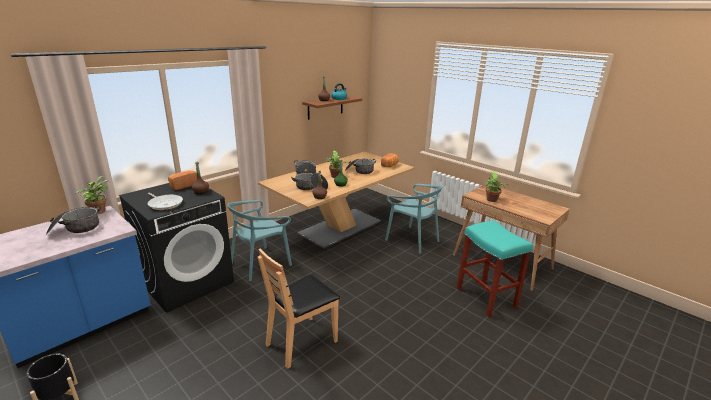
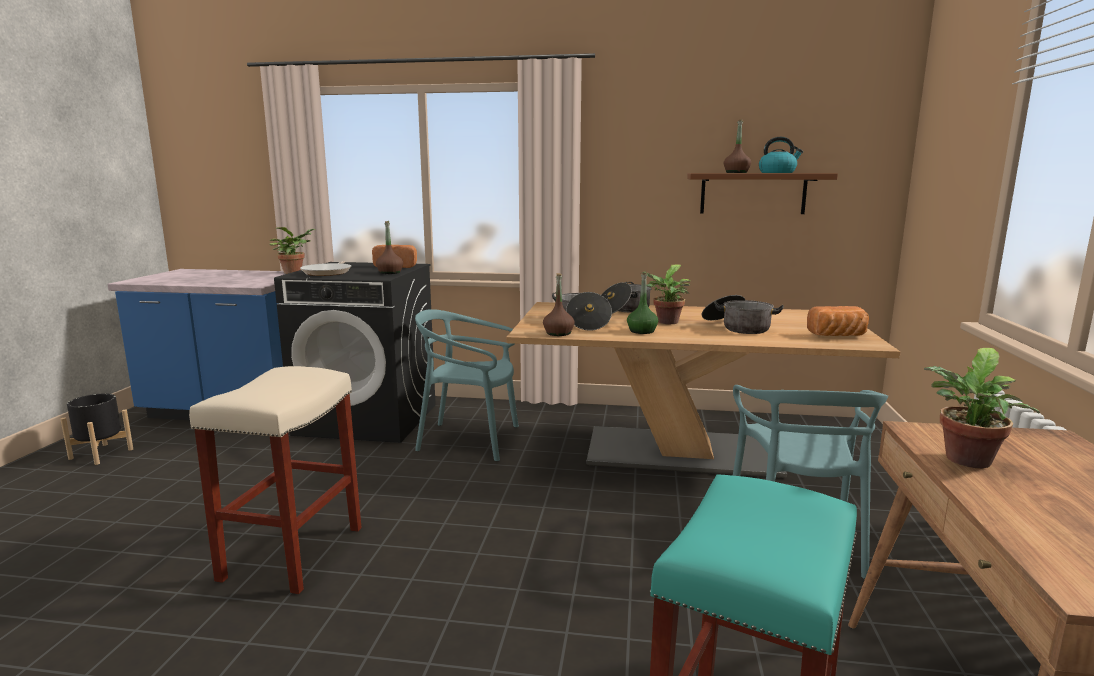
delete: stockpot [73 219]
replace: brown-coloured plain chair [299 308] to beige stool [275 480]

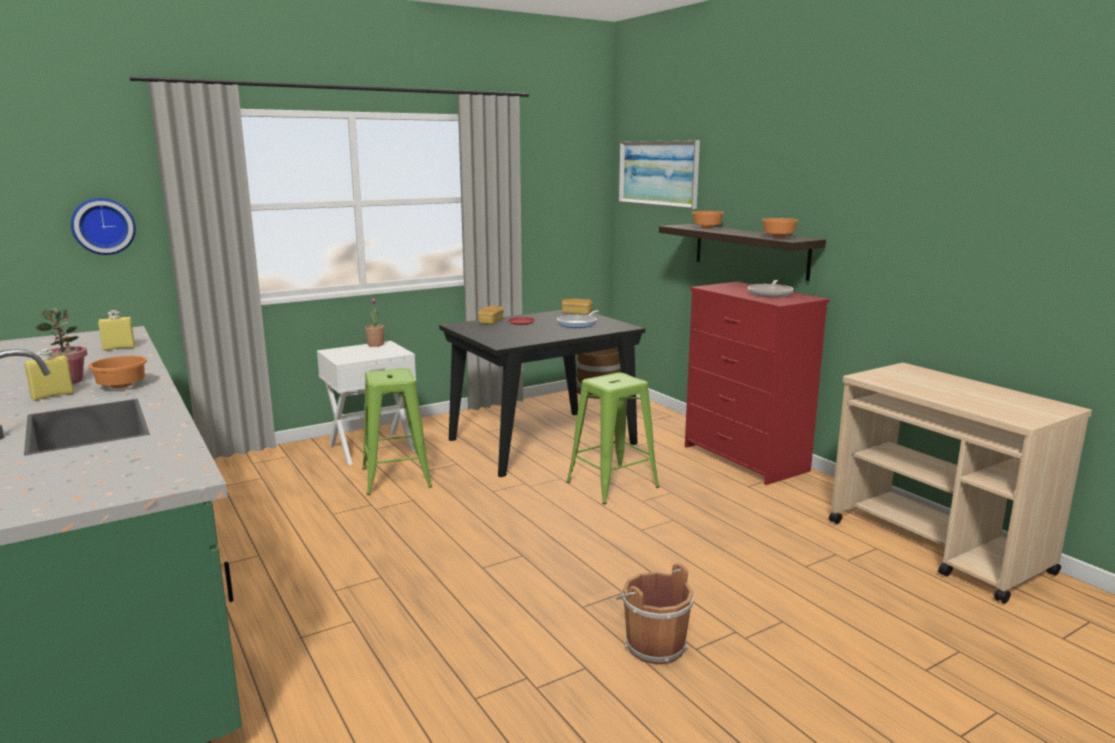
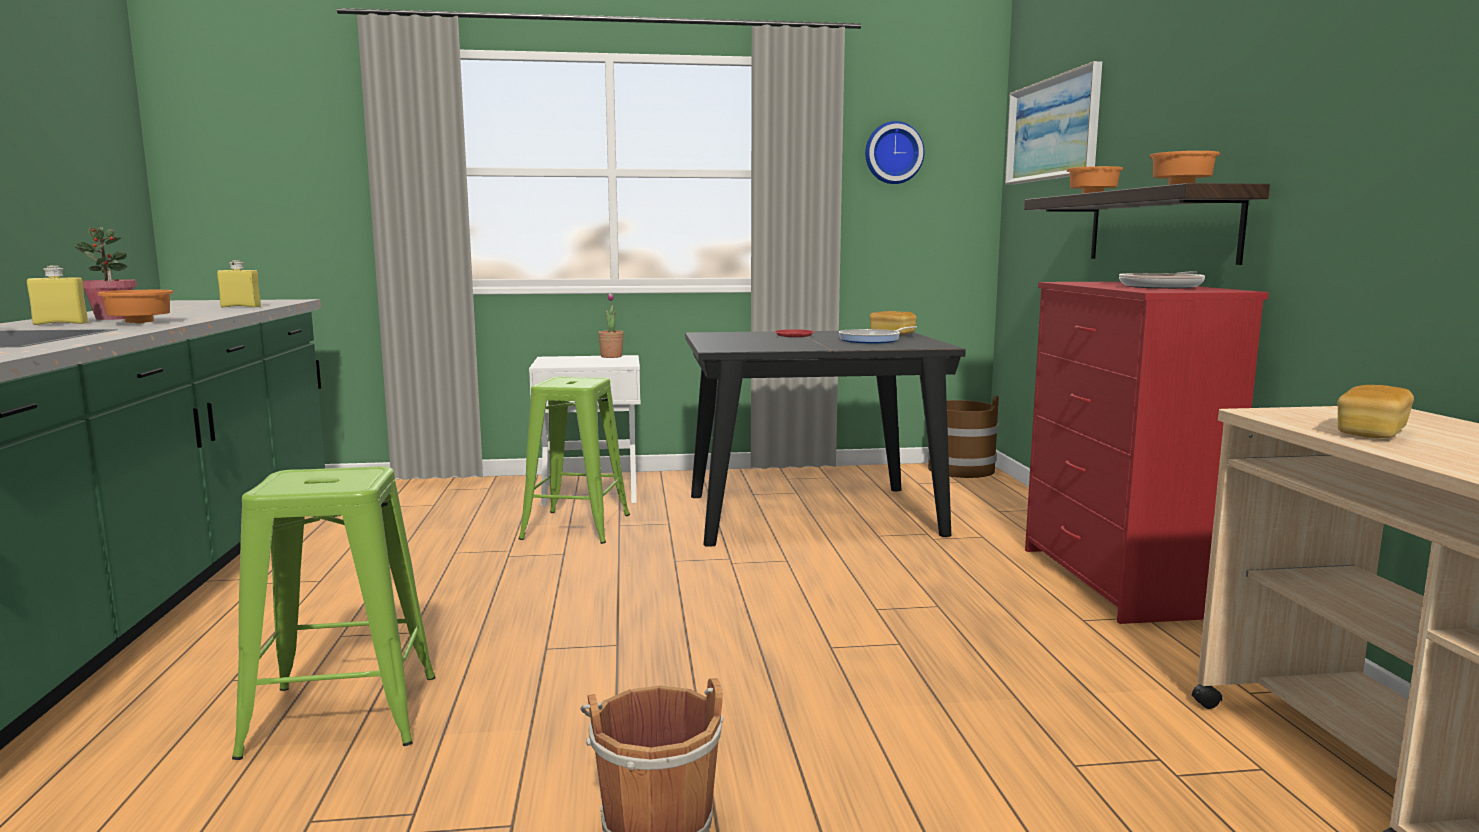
move: hanging clock [103 226] to [894 152]; baked bread [491 315] to [1375 411]; greenish stool [613 438] to [333 613]

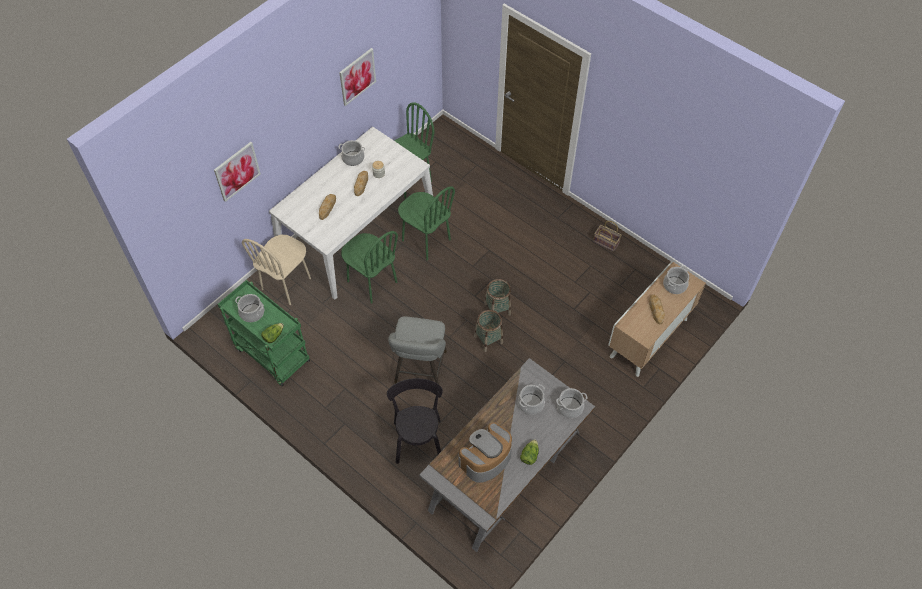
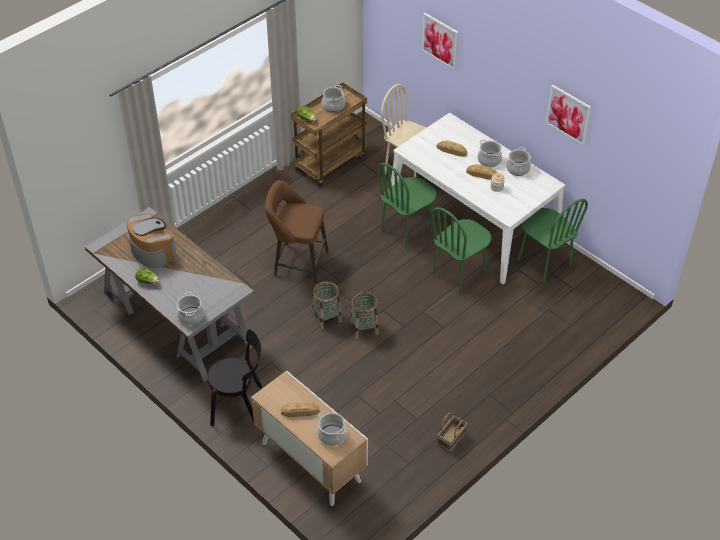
move: black-coloured plain chair [415 421] to [235 377]; stockpot [531 399] to [489 153]
recolor: greenish wheeled cart [264 333] to brown-coloured wheeled cart [329 135]; gray stool [417 350] to brown-coloured stool [296 232]

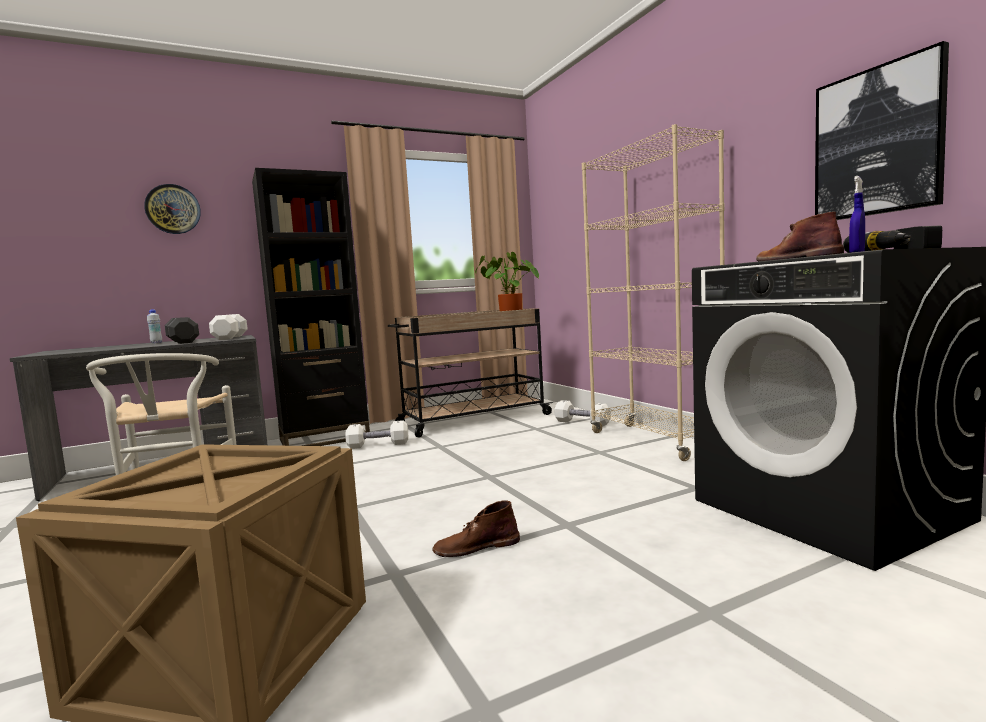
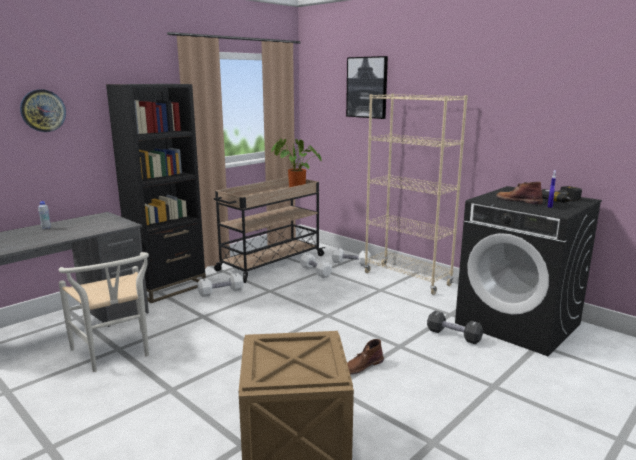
move: black-coloured free weight [182 330] to [455 327]; white-coloured free weight [228 327] to [316 265]; wall picture [882 130] to [367 87]

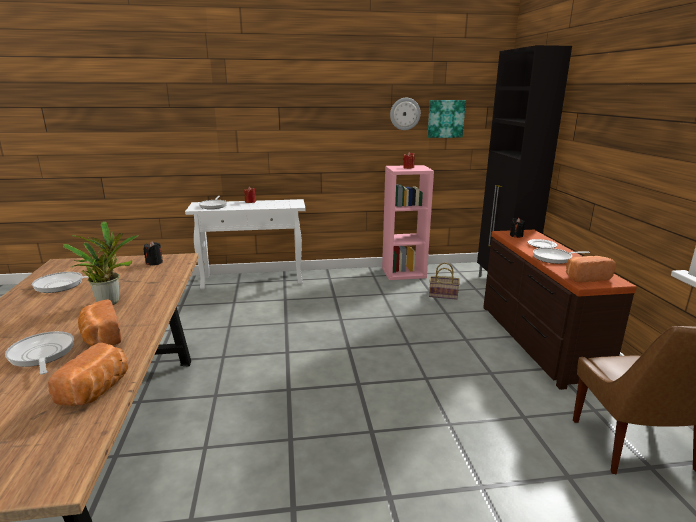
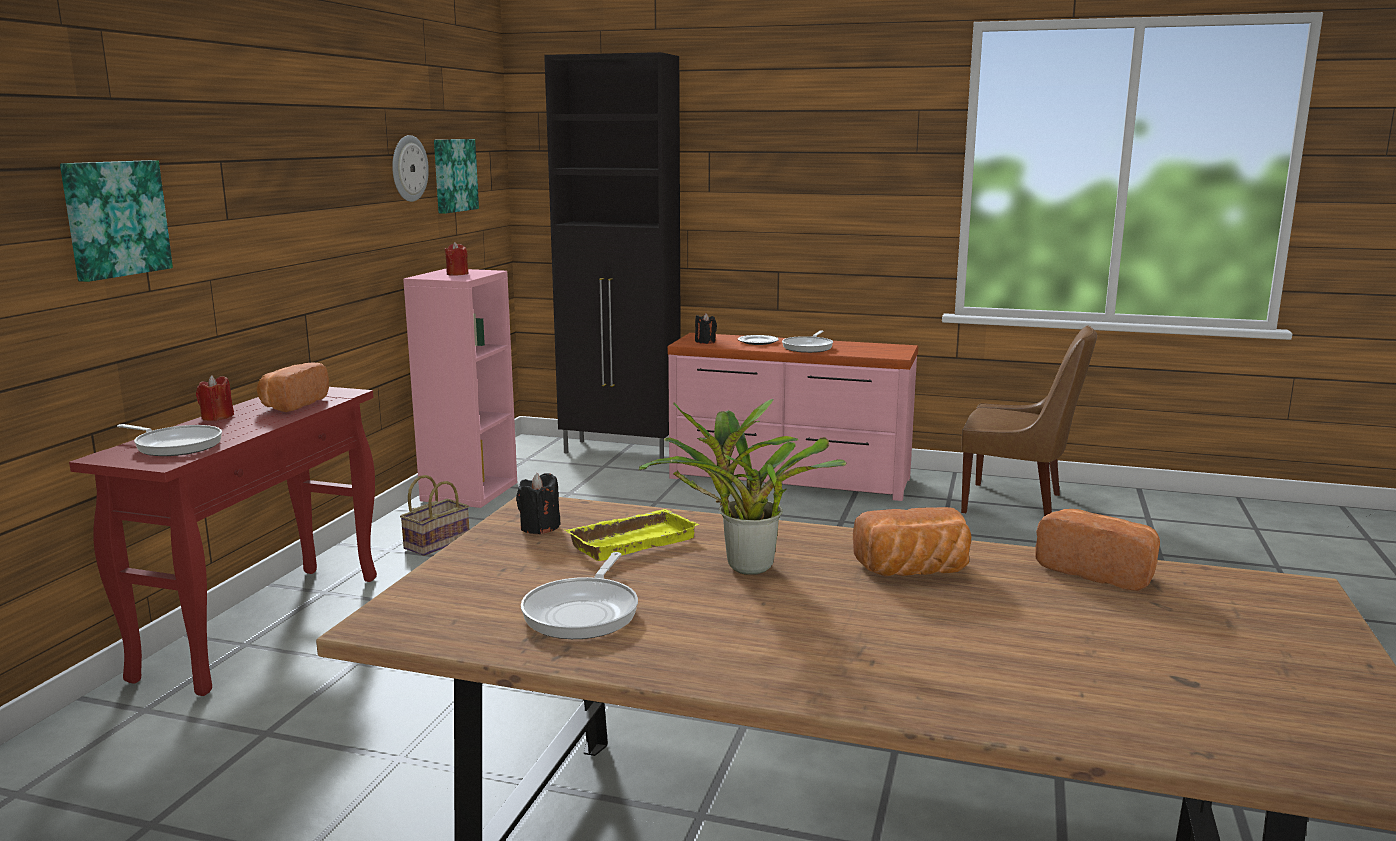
delete: pan [39 353]
insert: wall picture [116 221]; yellow-coloured tray [632 535]
move: storage basket [444 281] to [434 515]; baked bread [591 269] to [293 387]
recolor: white-coloured narrow table [245 244] to red narrow table [223 541]; brown-coloured dresser [560 310] to pinkish dresser [792 417]

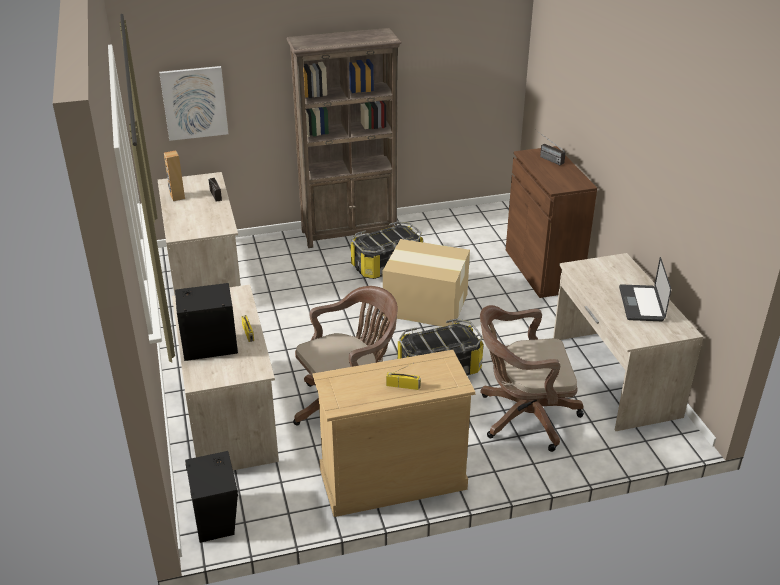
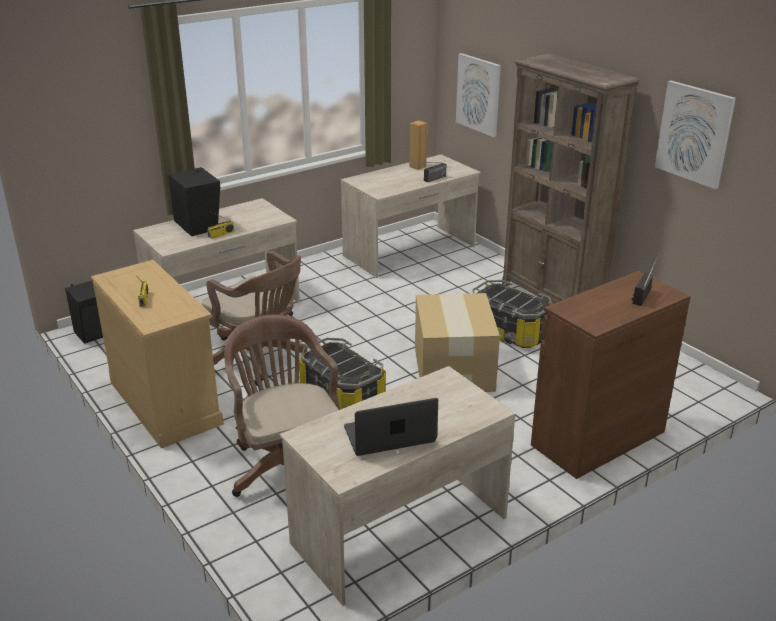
insert: wall picture [695 135]

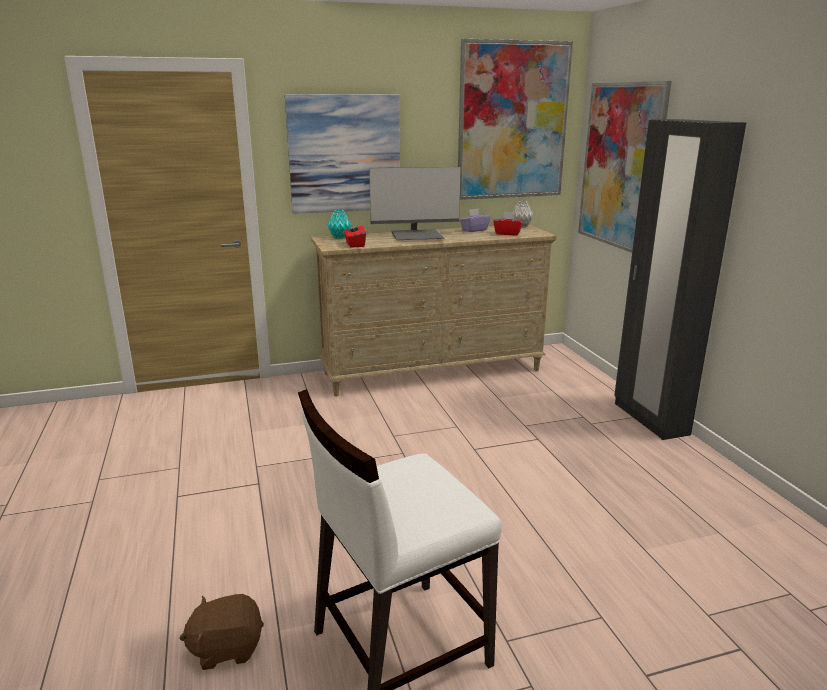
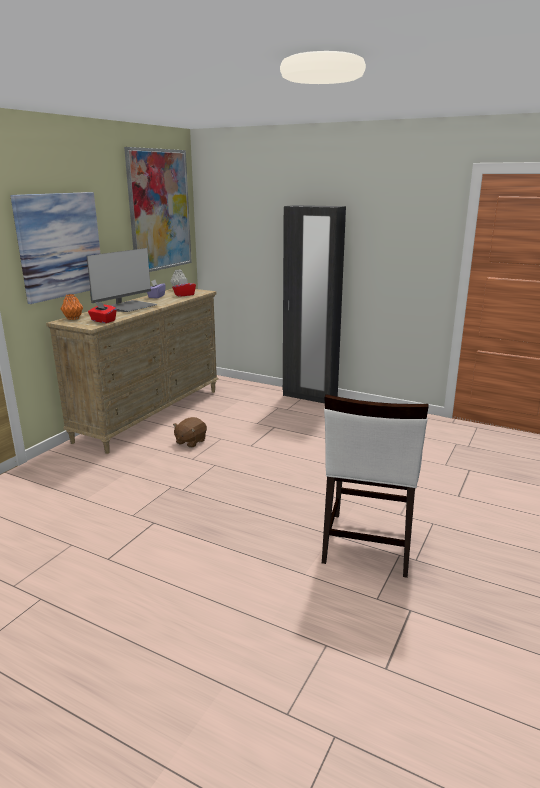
delete: wall picture [625 167]
move: brown-coloured cuddly toy [221 632] to [190 432]
recolor: blue-green decorative vase [339 224] to orangey decorative vase [72 307]

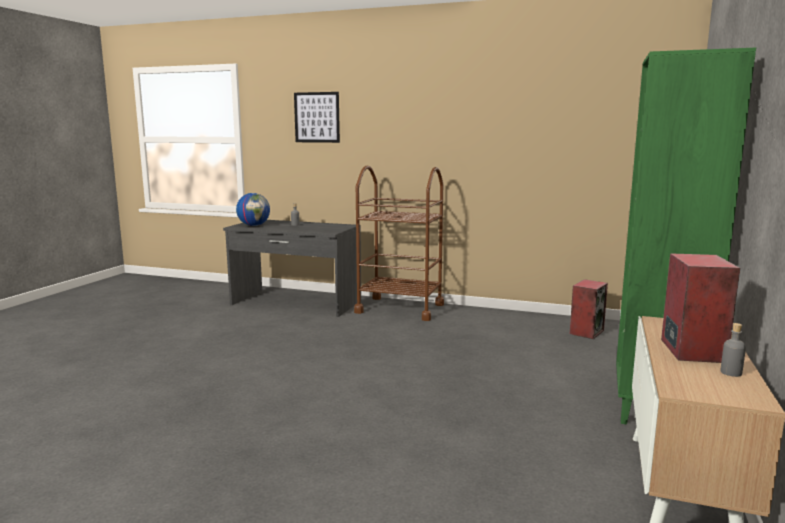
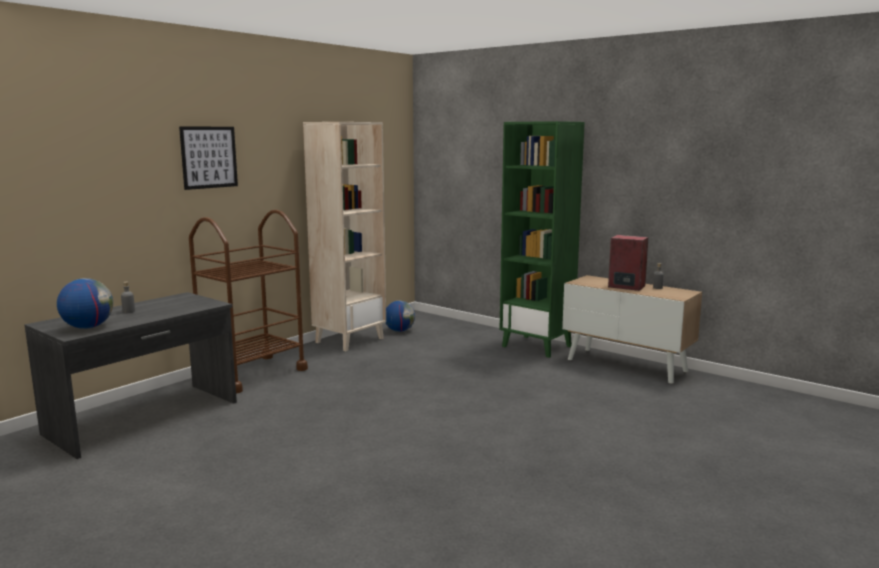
insert: beige shelving unit [344 236]
move: wall picture [317 117] to [208 158]
replace: audio speaker [589 309] to world globe [400 316]

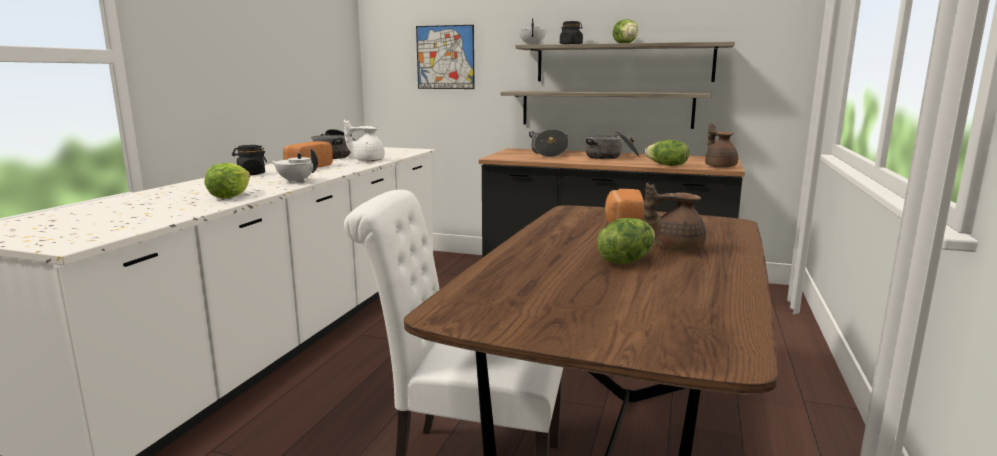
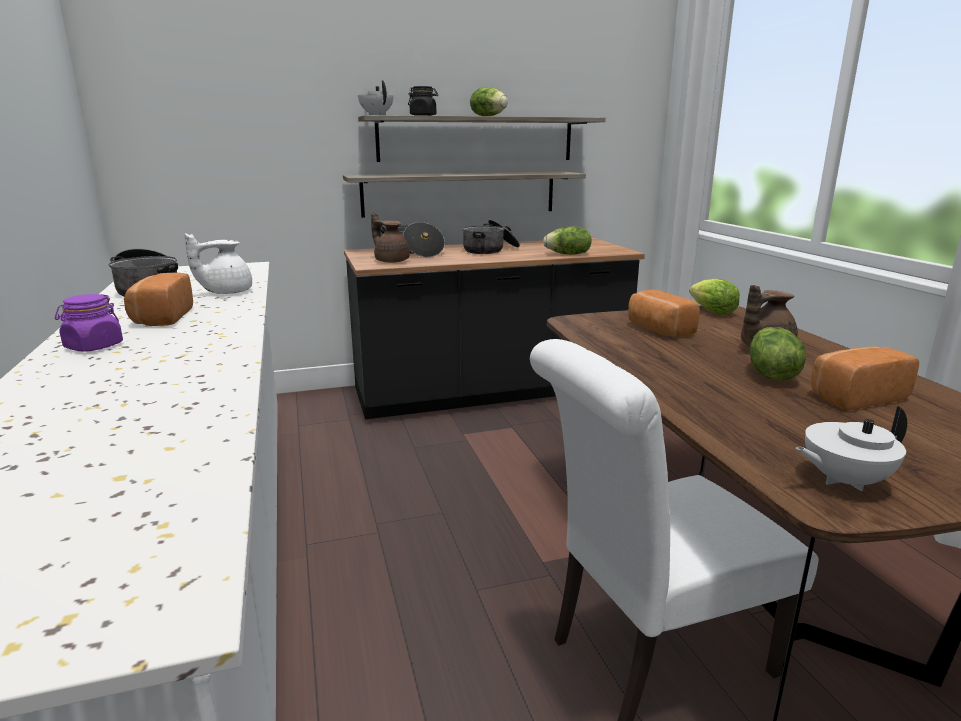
delete: wall picture [445 57]
insert: baked bread [865 378]
move: lettuce [227 181] to [714 297]; white-coloured teapot [294 166] to [851 448]; brown-coloured teapot [721 145] to [390 237]
recolor: black-coloured jar [249 160] to purple-coloured jar [89 323]

